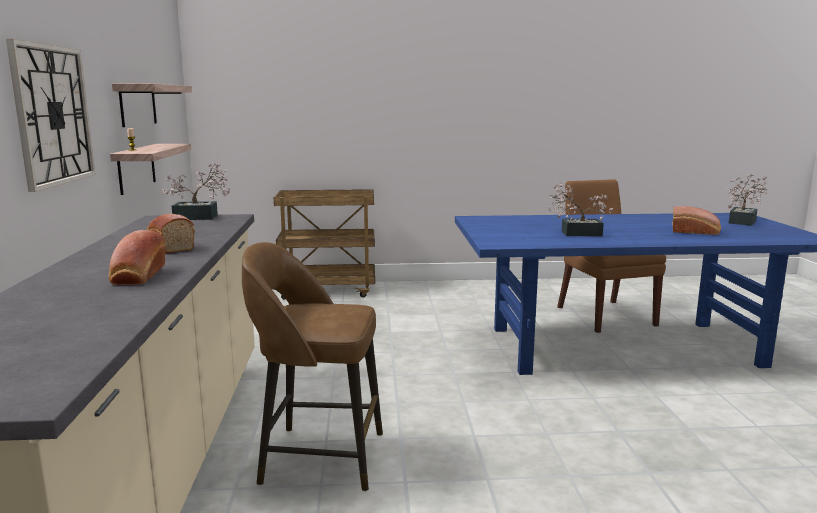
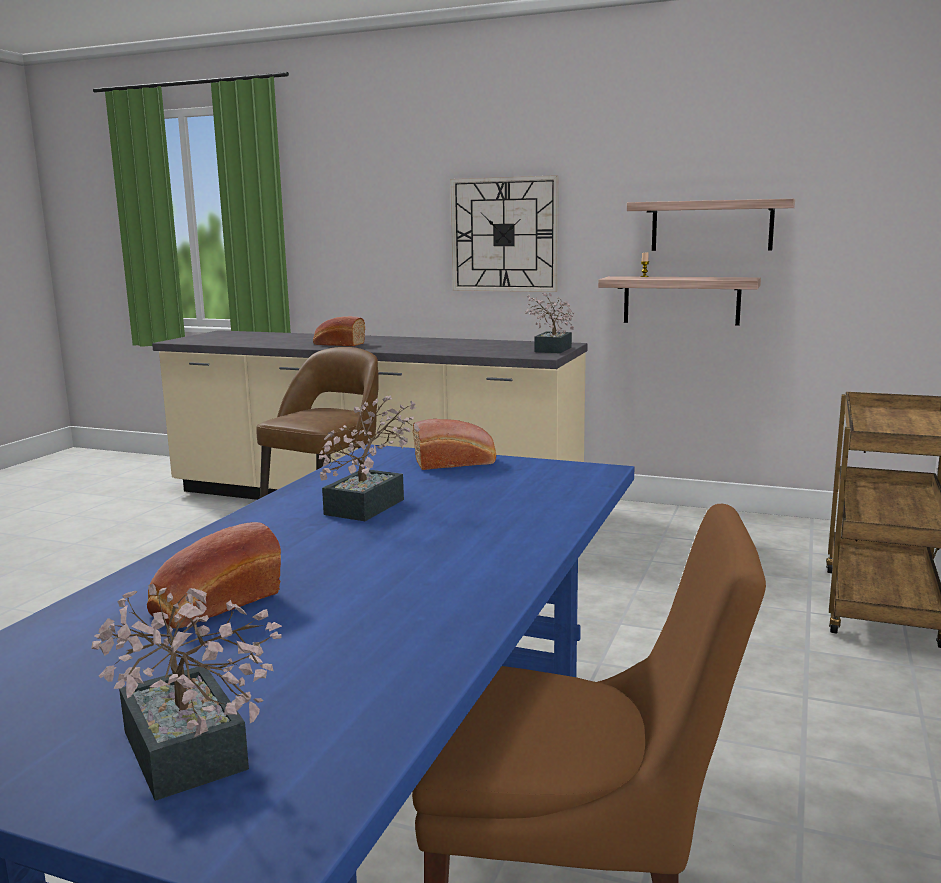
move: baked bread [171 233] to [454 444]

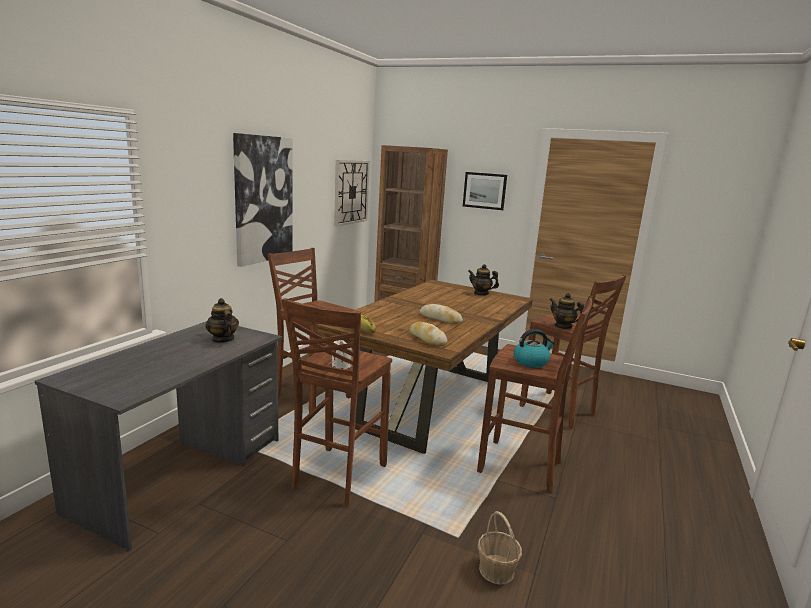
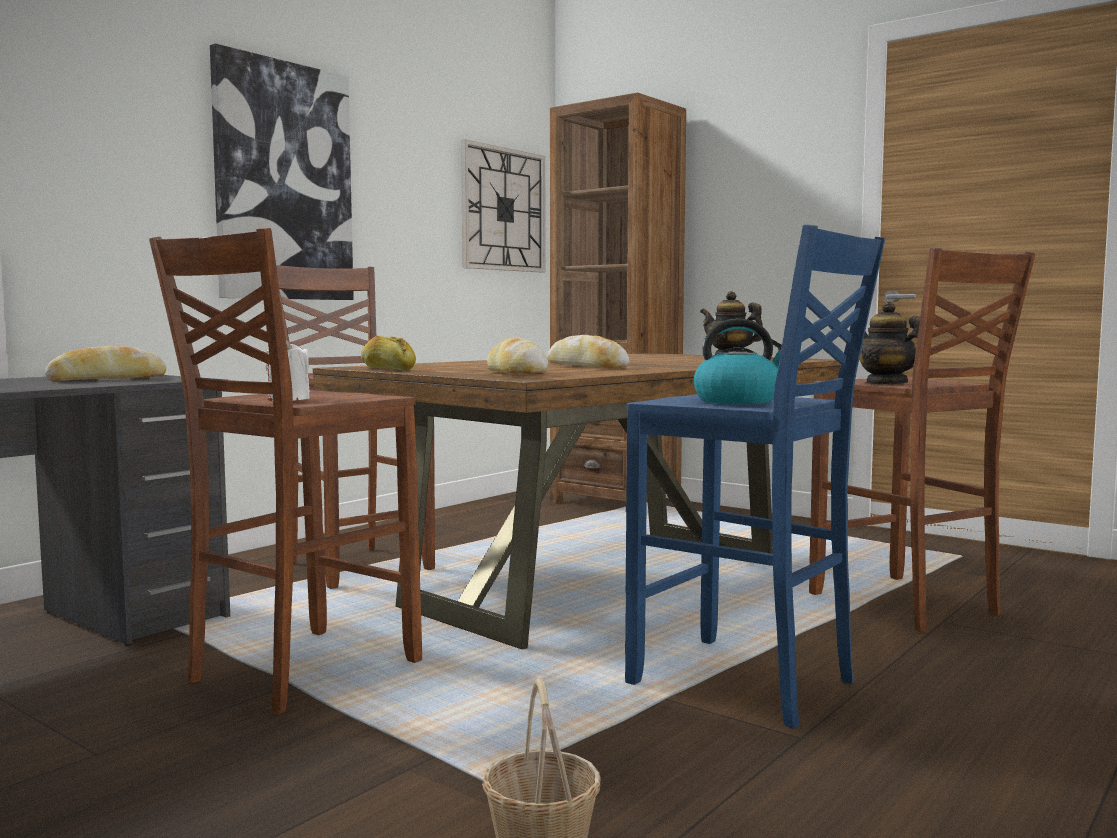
delete: wall picture [485 191]
replace: teapot [222 320] to baked bread [105 363]
recolor: brown-coloured stool [535 394] to blue-coloured stool [755 476]

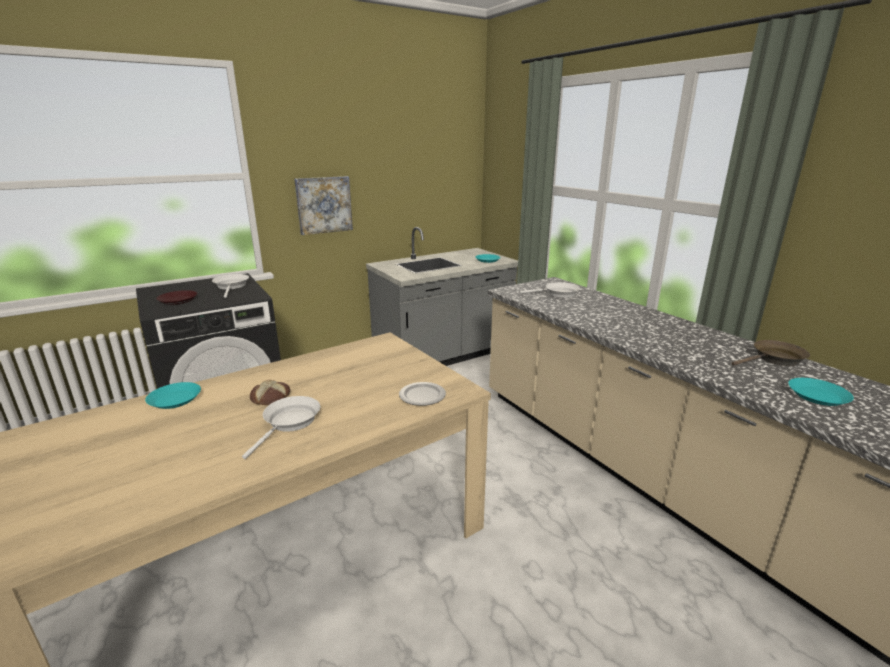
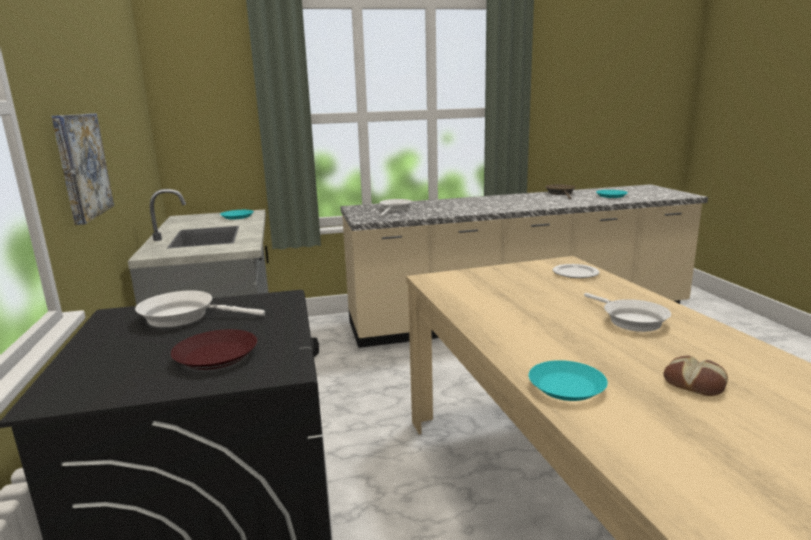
move: baked bread [270 392] to [696 376]
rotate: white-coloured pan [281 427] = [627 312] 150 degrees counterclockwise

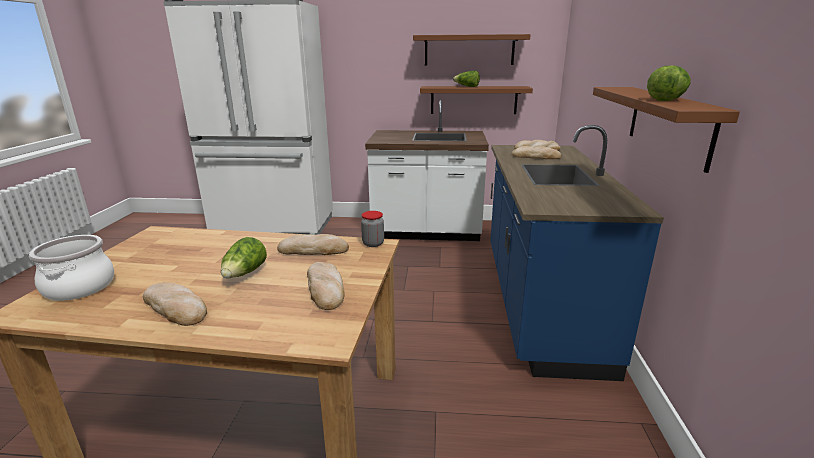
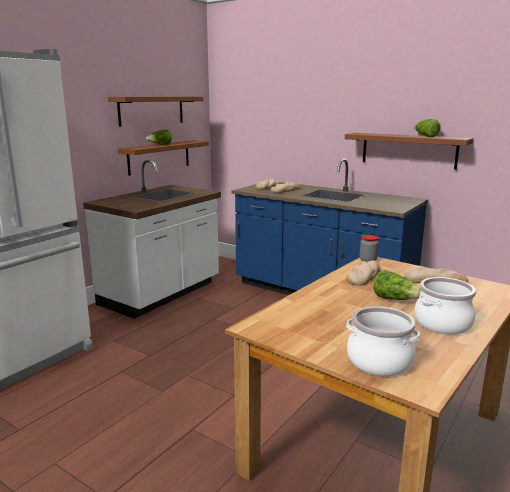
replace: baked bread [175 304] to stockpot [445 305]

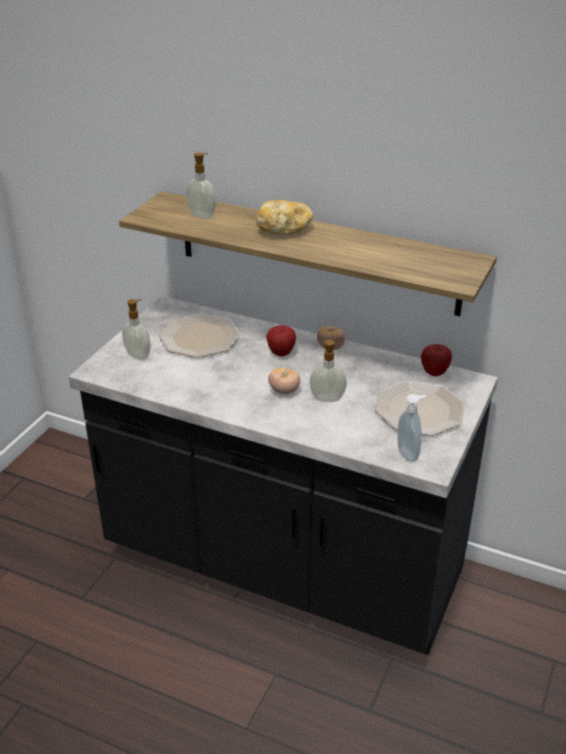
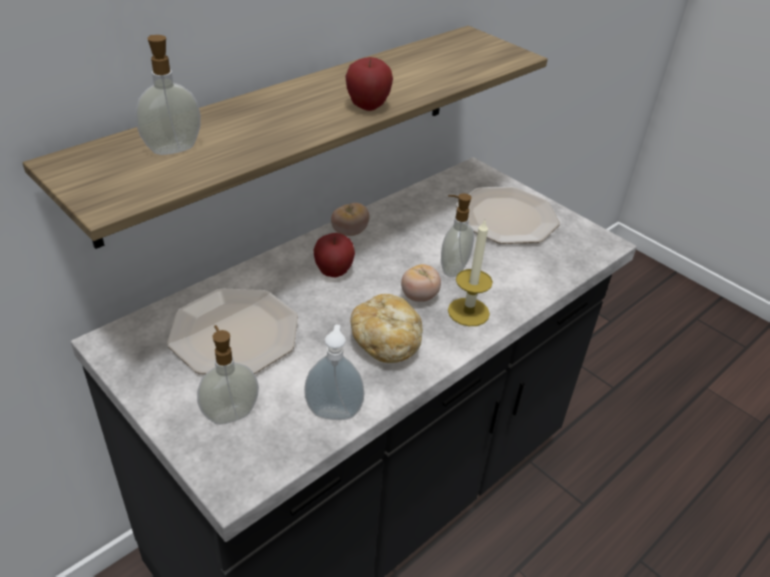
insert: wax candle [470 273]
move: baked bread [284 217] to [386 328]; soap bottle [412 428] to [334 372]; whole apple [436 360] to [369 84]

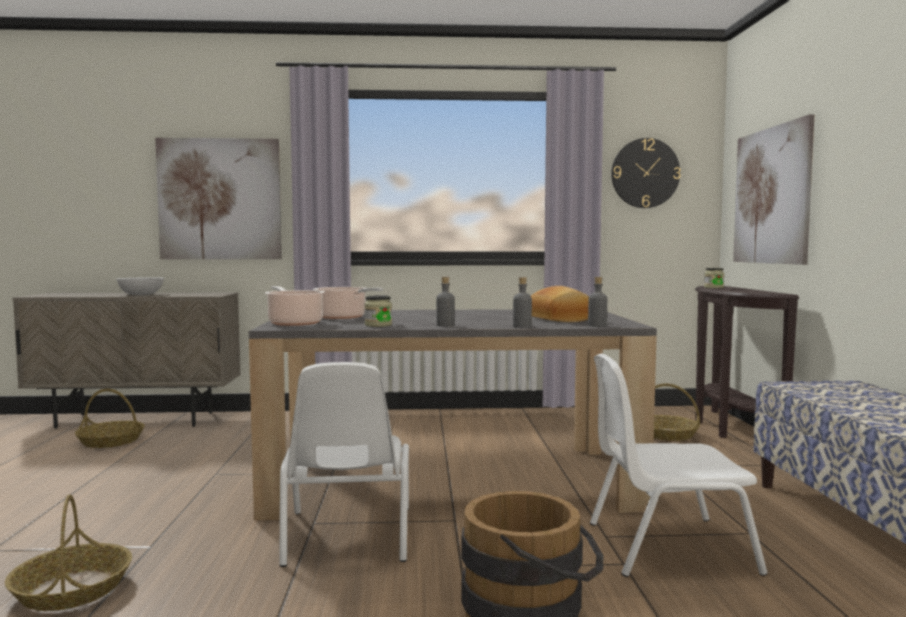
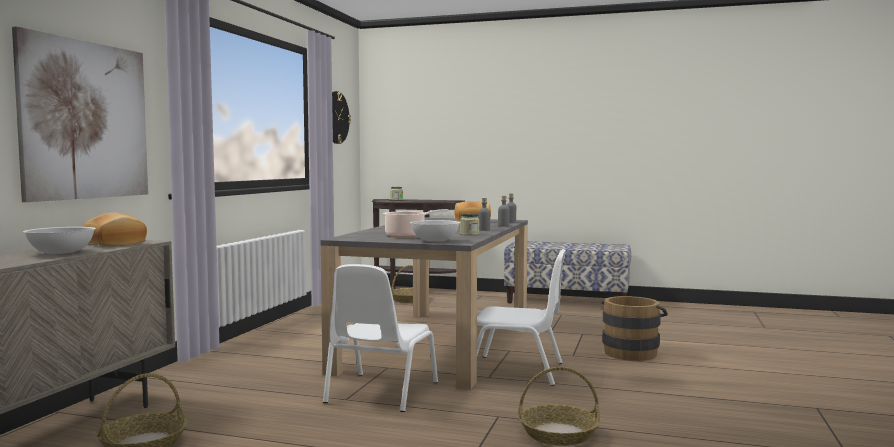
delete: wall picture [773 189]
insert: baked bread [115 229]
move: white-coloured plain chair [678 465] to [380 338]
replace: stockpot [295 306] to white-coloured bowl [435 231]

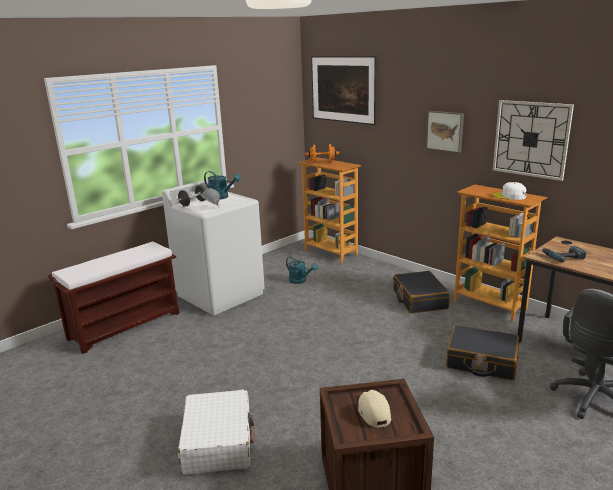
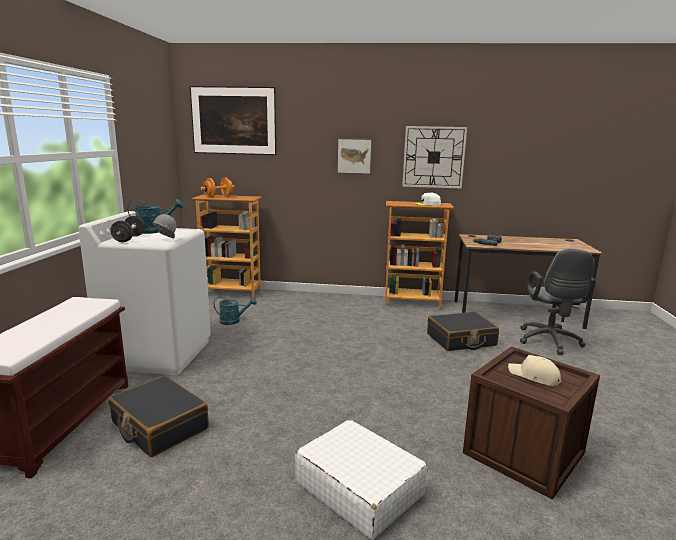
move: black-coloured piece of luggage [421 292] to [159 416]

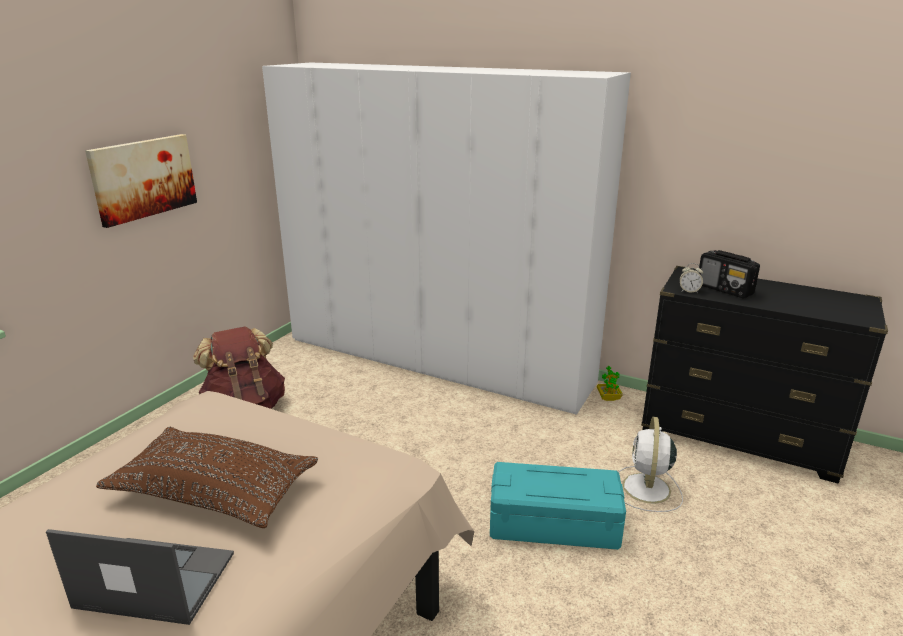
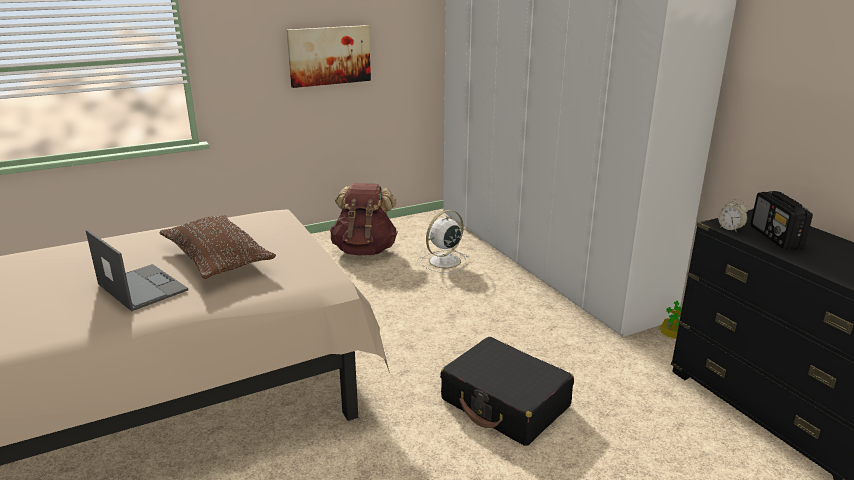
move: white-coloured cooling fan [650 464] to [444 241]
replace: blue-green storage box [558 506] to black-coloured piece of luggage [507 391]

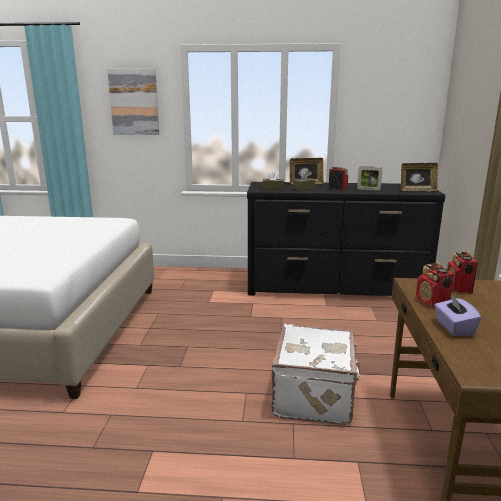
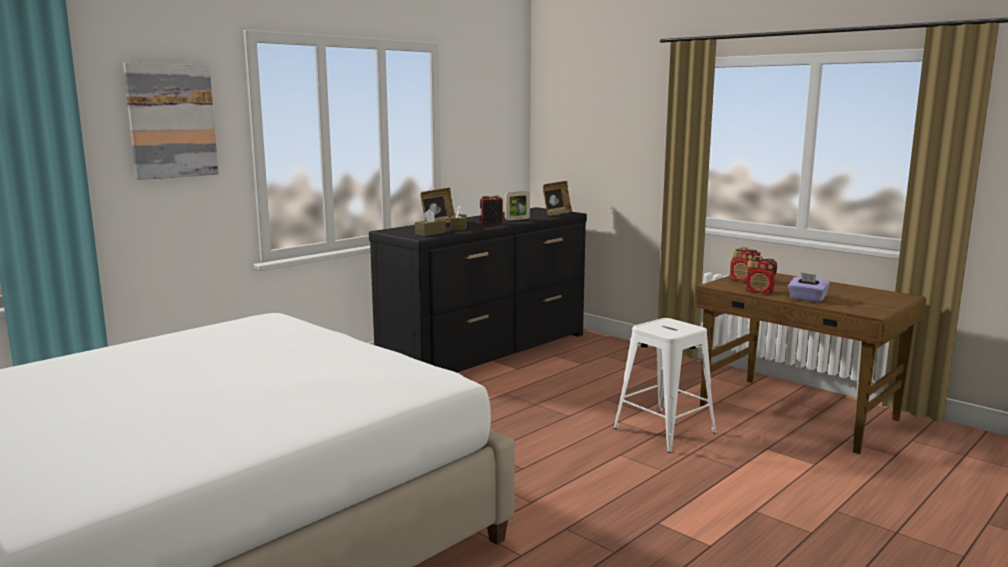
replace: white-coloured piece of luggage [315 374] to white-coloured stool [665 385]

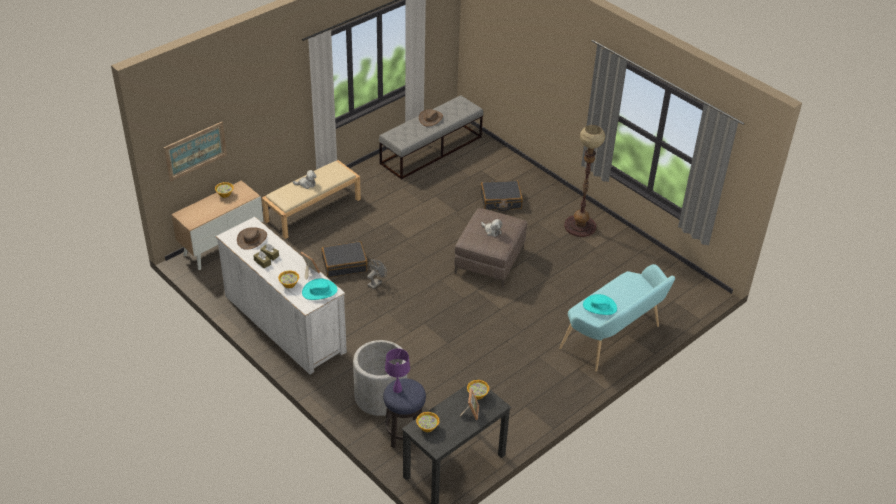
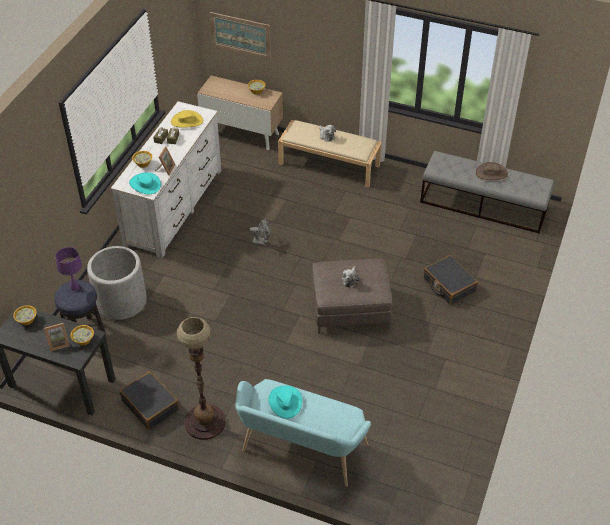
move: black-coloured piece of luggage [344 259] to [149 400]; floor lamp [584 181] to [201 378]
recolor: brown-coloured hat [252 238] to yellow-coloured hat [187 119]

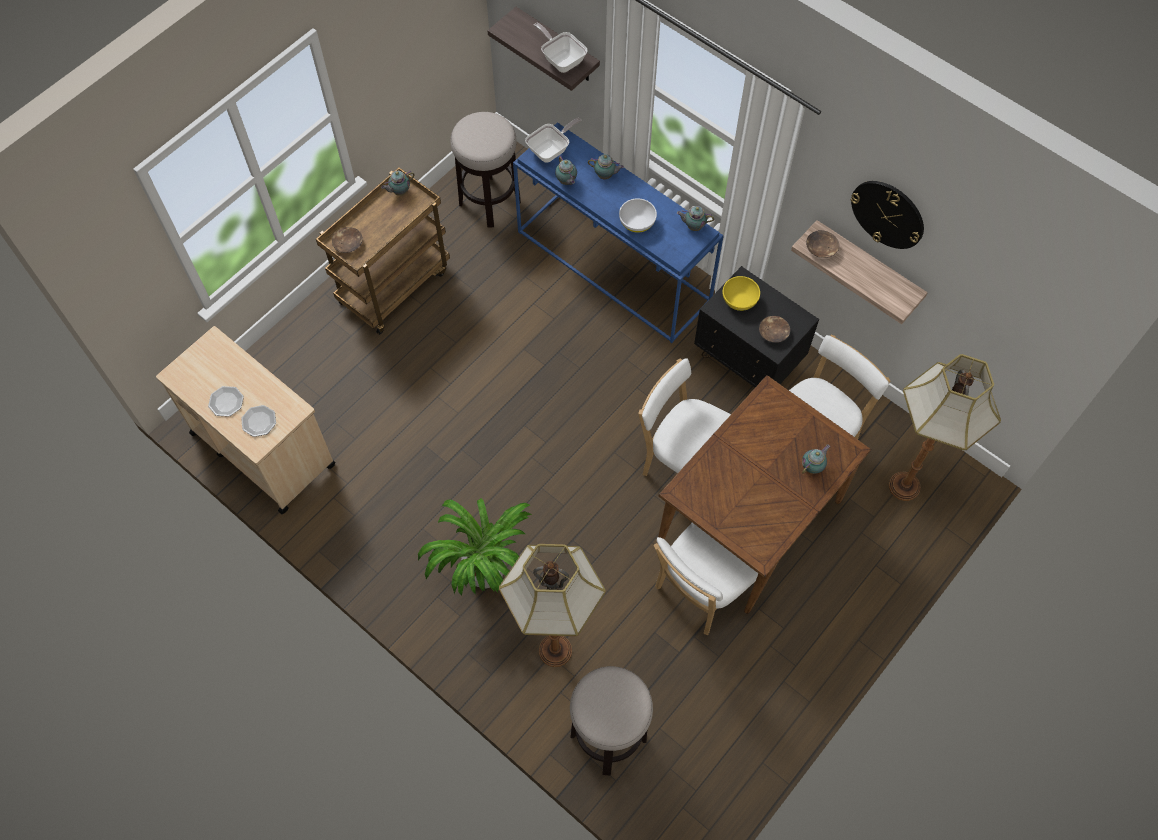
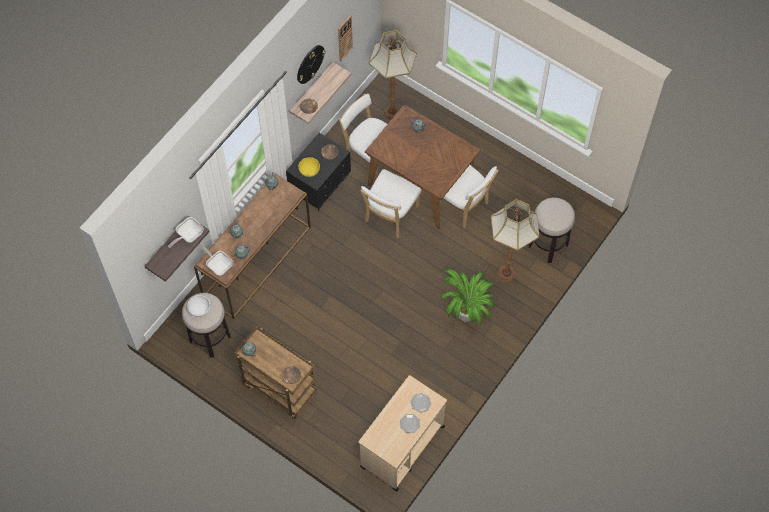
insert: hanging clock [345 38]
move: white-coloured bowl [638 215] to [198 306]
recolor: blue-coloured narrow table [618 233] to brown-coloured narrow table [252 246]

